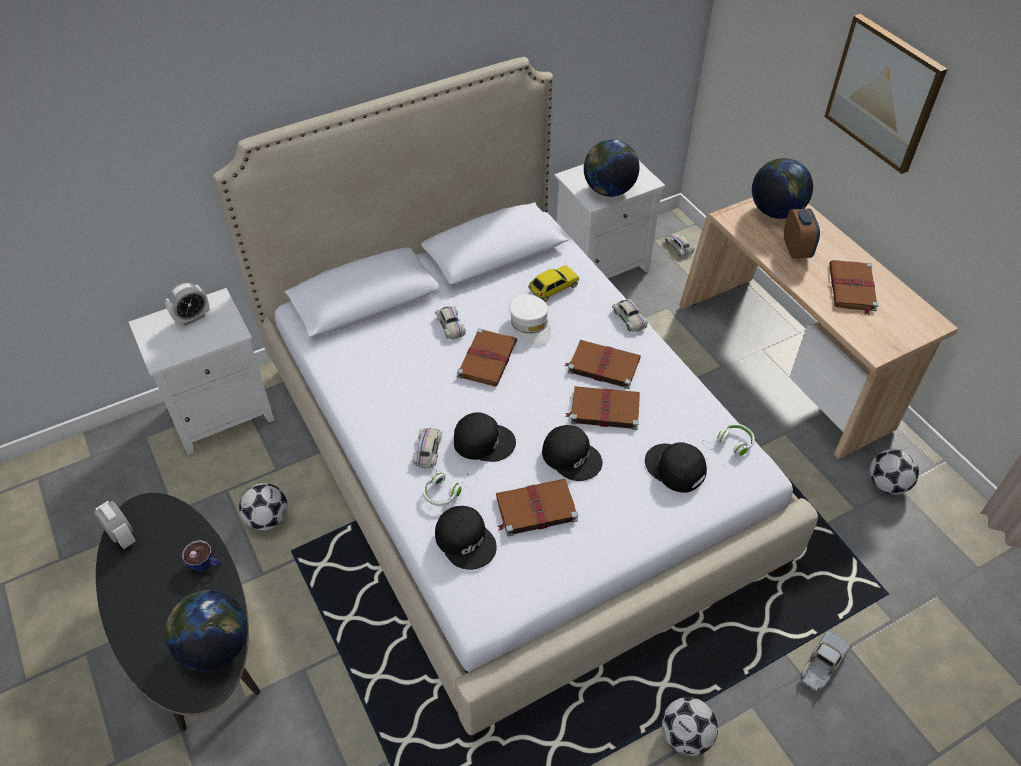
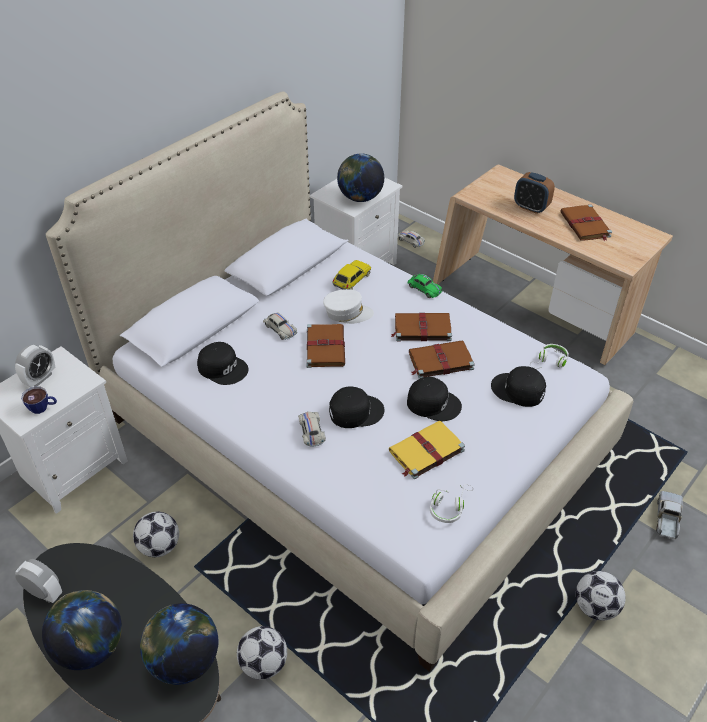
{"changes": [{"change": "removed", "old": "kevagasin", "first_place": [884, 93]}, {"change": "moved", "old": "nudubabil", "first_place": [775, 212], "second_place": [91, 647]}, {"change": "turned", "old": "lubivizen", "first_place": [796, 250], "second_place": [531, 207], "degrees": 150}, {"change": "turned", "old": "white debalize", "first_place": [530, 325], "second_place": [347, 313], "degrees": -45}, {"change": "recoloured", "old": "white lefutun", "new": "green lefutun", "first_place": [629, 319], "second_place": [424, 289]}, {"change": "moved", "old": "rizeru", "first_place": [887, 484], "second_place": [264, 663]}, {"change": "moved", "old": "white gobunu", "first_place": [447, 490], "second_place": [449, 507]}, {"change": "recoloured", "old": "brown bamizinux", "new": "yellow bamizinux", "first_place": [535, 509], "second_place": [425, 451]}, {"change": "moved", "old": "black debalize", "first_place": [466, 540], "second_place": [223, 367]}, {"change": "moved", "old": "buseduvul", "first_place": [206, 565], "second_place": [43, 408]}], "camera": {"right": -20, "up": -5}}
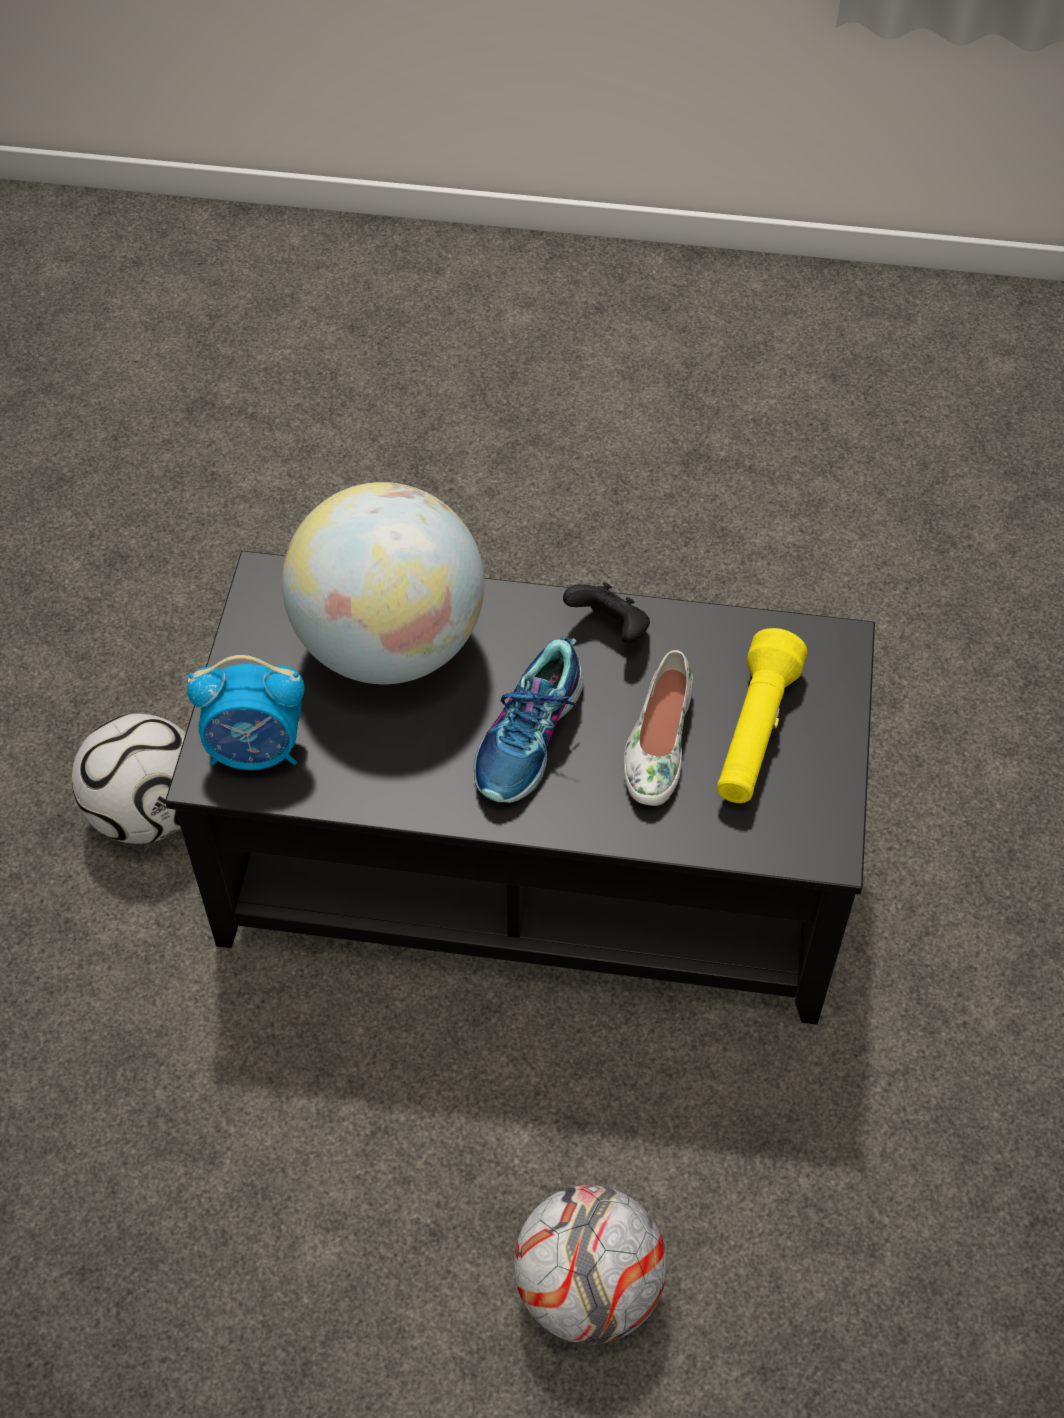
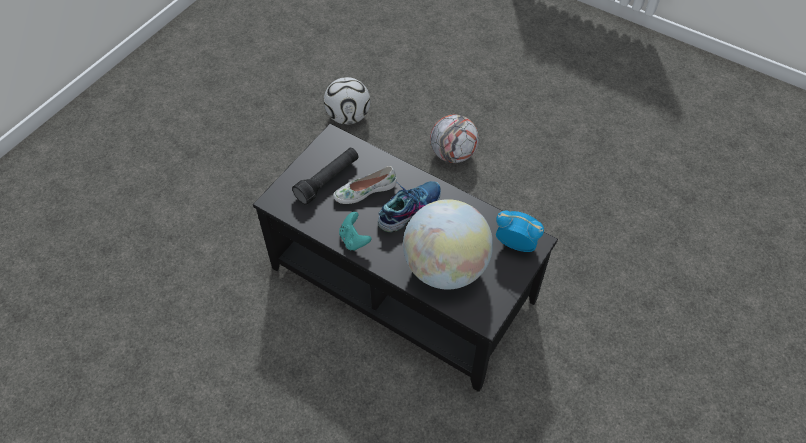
{"changes": [{"change": "recoloured", "old": "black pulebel", "new": "turquoise pulebel", "first_place": [610, 629], "second_place": [354, 240]}, {"change": "recoloured", "old": "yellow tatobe", "new": "black tatobe", "first_place": [754, 733], "second_place": [328, 180]}, {"change": "turned", "old": "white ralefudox", "first_place": [657, 743], "second_place": [365, 190], "degrees": -150}, {"change": "moved", "old": "rizeru", "first_place": [149, 812], "second_place": [348, 117]}], "camera": {"right": -155, "up": 0}}
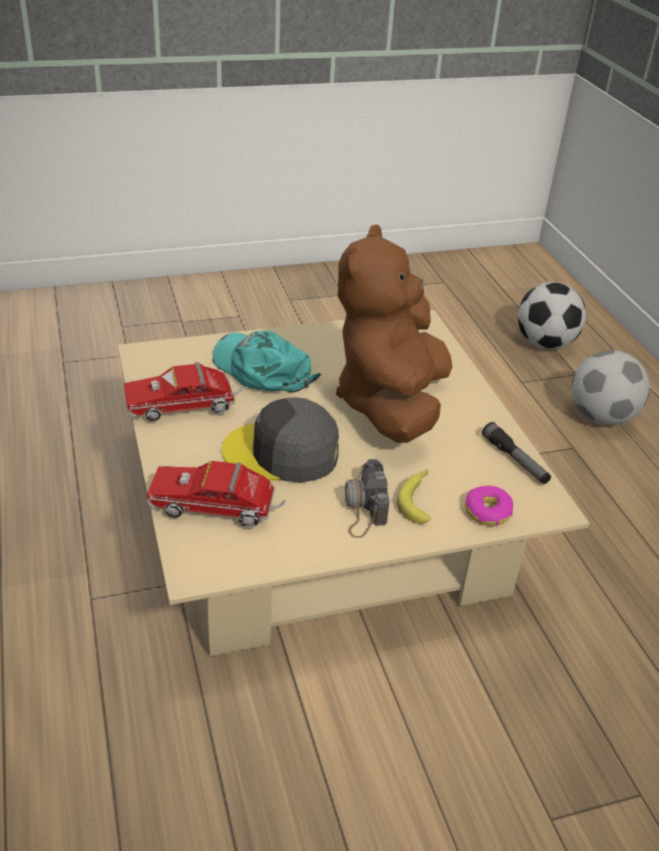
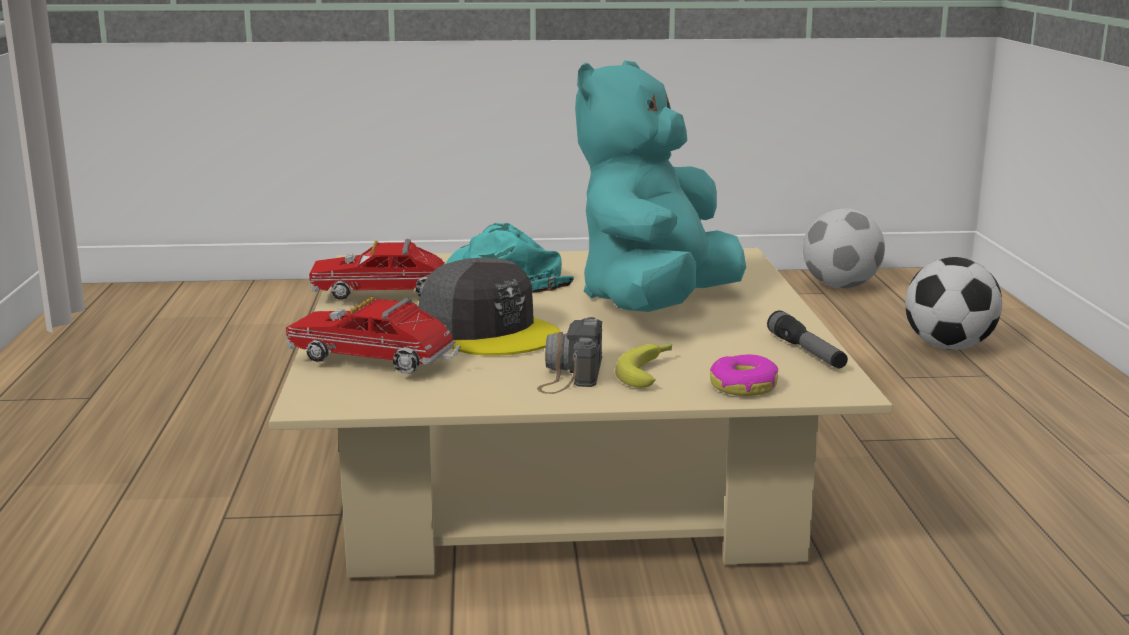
{"changes": [{"change": "recoloured", "old": "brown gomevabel", "new": "turquoise gomevabel", "first_place": [391, 404], "second_place": [656, 306]}, {"change": "moved", "old": "rizeru", "first_place": [601, 417], "second_place": [840, 286]}, {"change": "turned", "old": "grey debalize", "first_place": [282, 453], "second_place": [488, 331], "degrees": -150}], "camera": {"right": 15, "up": -20}}
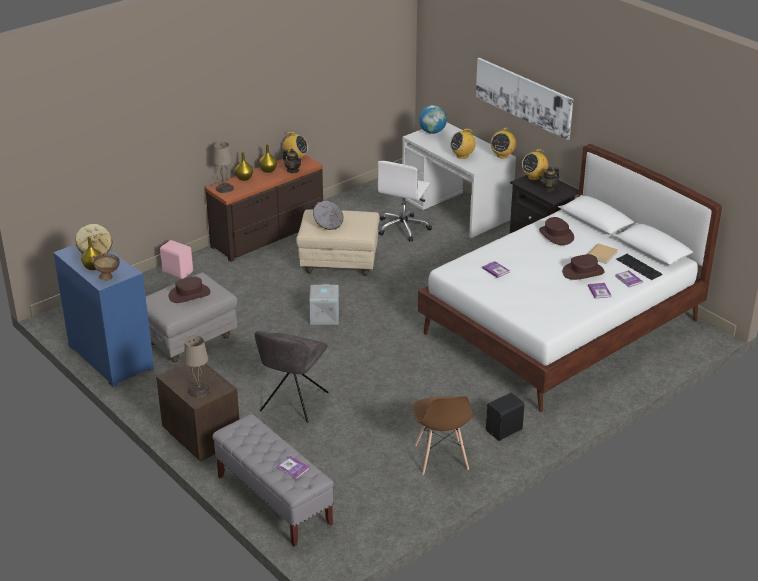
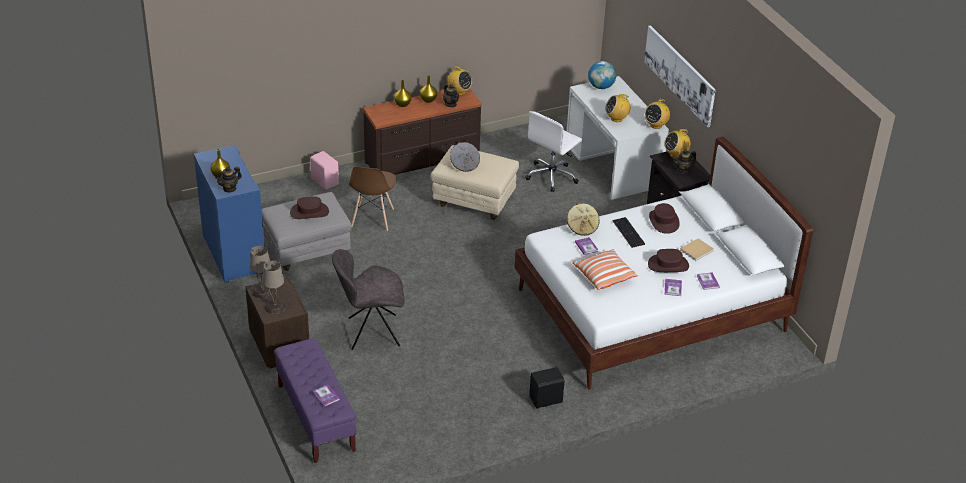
{"changes": [{"change": "moved", "old": "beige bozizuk", "first_place": [224, 188], "second_place": [262, 292]}, {"change": "moved", "old": "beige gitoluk", "first_place": [95, 250], "second_place": [582, 227]}, {"change": "replaced", "old": "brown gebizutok", "new": "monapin", "first_place": [109, 277], "second_place": [229, 188]}, {"change": "moved", "old": "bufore", "first_place": [639, 267], "second_place": [629, 233]}, {"change": "removed", "old": "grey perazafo", "first_place": [324, 316]}, {"change": "turned", "old": "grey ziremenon", "first_place": [293, 403], "second_place": [371, 332], "degrees": 45}, {"change": "moved", "old": "brown ziremenon", "first_place": [441, 457], "second_place": [372, 218]}, {"change": "recoloured", "old": "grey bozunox", "new": "purple bozunox", "first_place": [274, 500], "second_place": [316, 418]}, {"change": "added", "new": "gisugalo", "second_place": [604, 276]}], "camera": {"right": 15, "up": 5}}
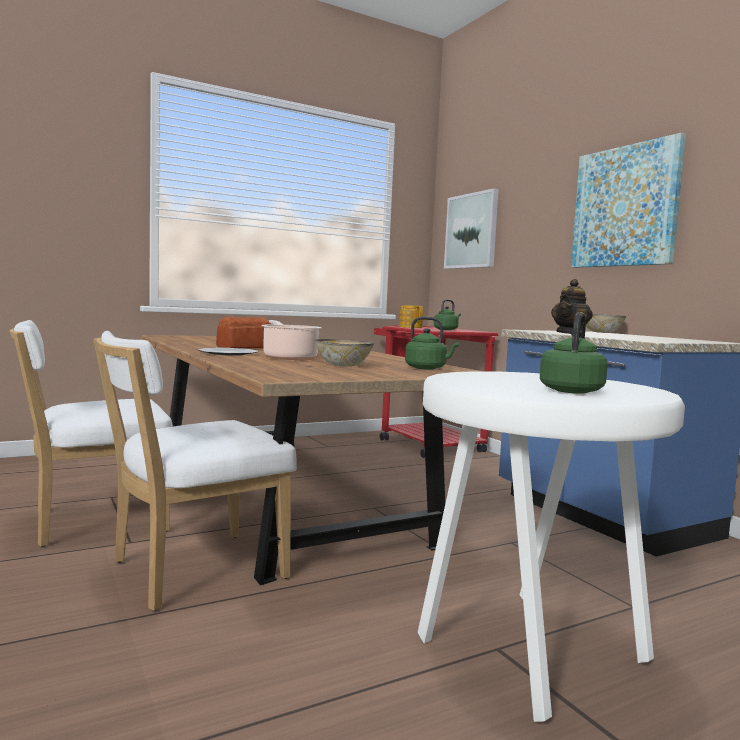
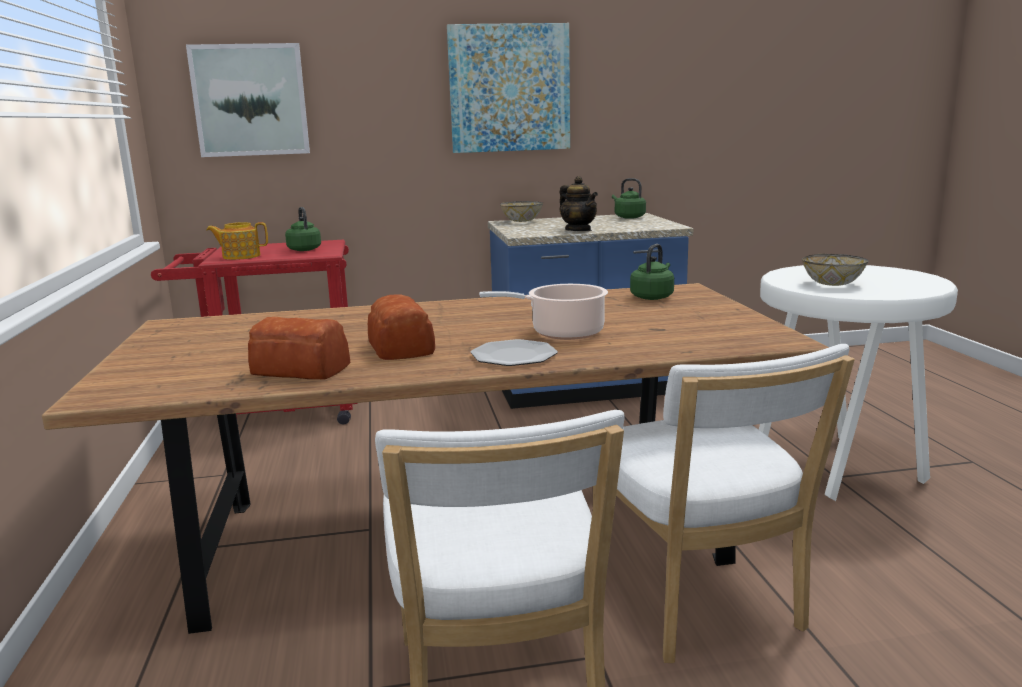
{"changes": [{"change": "moved", "old": "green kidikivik", "first_place": [572, 390], "second_place": [628, 217]}, {"change": "moved", "old": "gebizutok", "first_place": [344, 365], "second_place": [832, 284]}, {"change": "added", "new": "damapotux", "second_place": [302, 370]}], "camera": {"right": -70, "up": 10}}
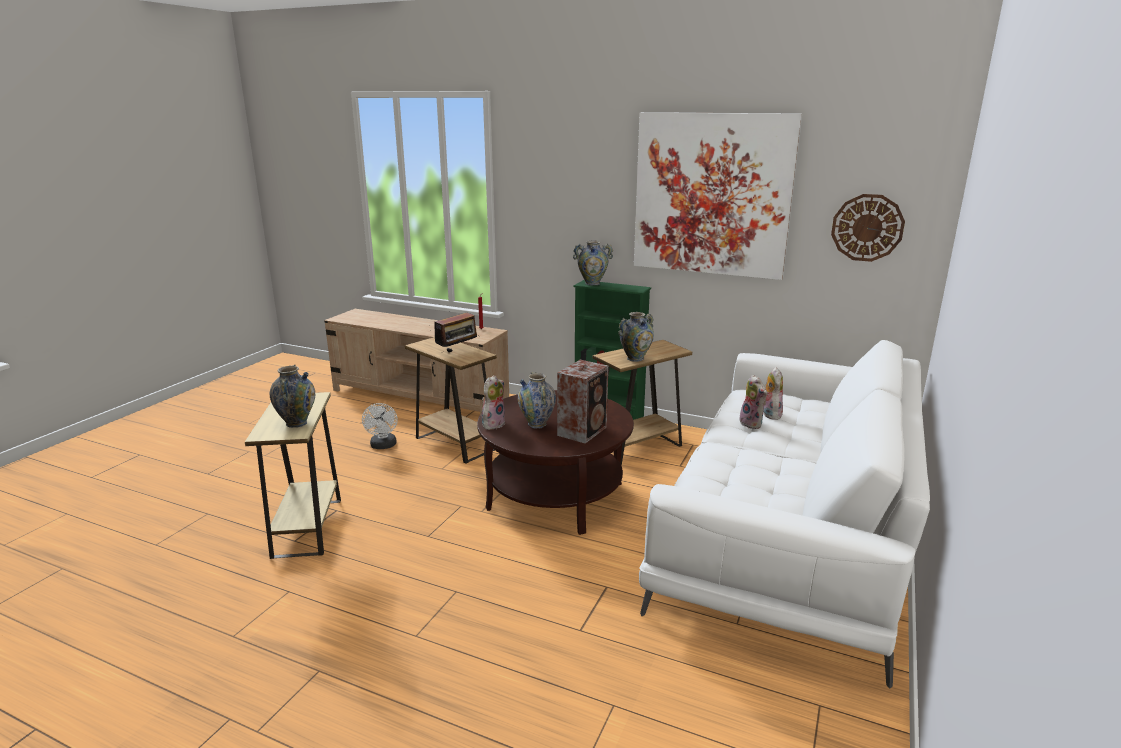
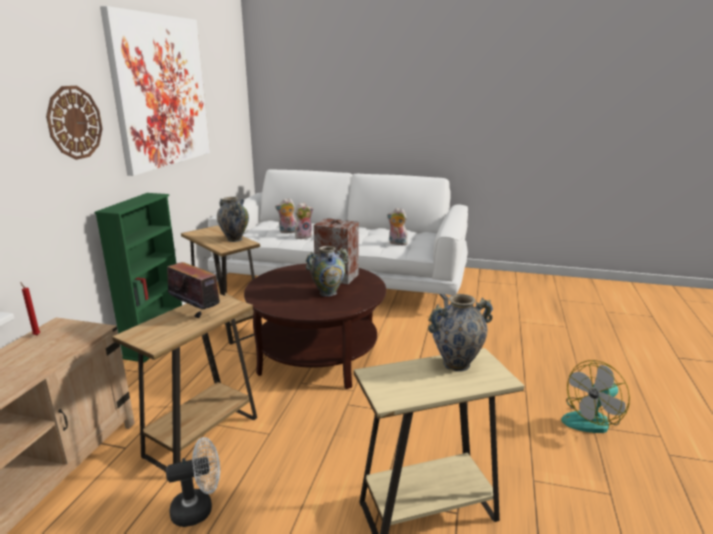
{"changes": [{"change": "moved", "old": "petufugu", "first_place": [867, 227], "second_place": [74, 122]}, {"change": "removed", "old": "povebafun", "first_place": [592, 283]}, {"change": "moved", "old": "gomevabel", "first_place": [493, 423], "second_place": [397, 243]}, {"change": "added", "new": "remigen", "second_place": [592, 419]}], "camera": {"right": -100, "up": 0}}
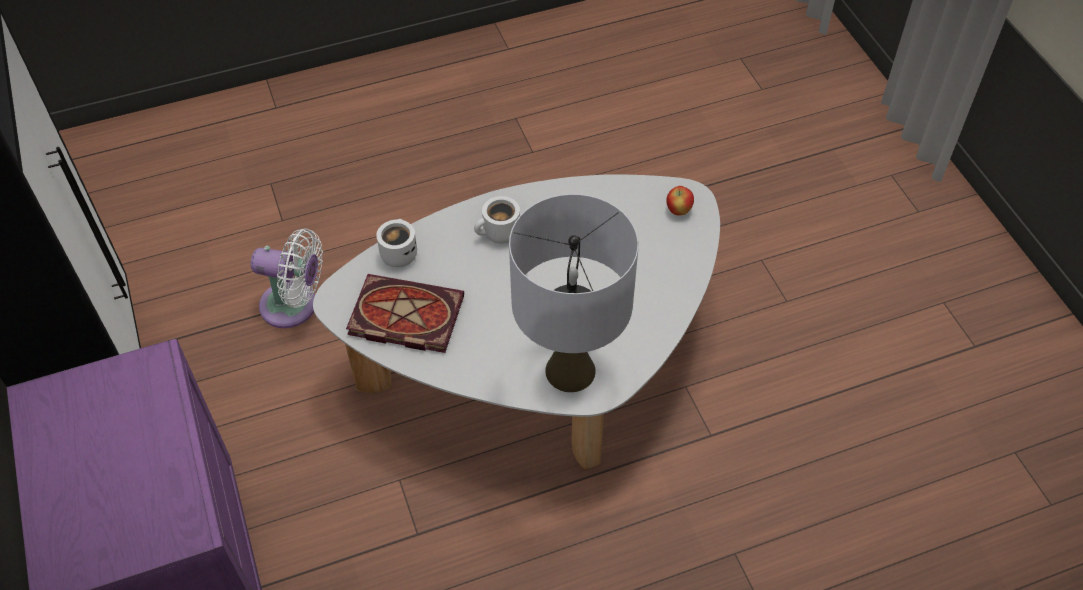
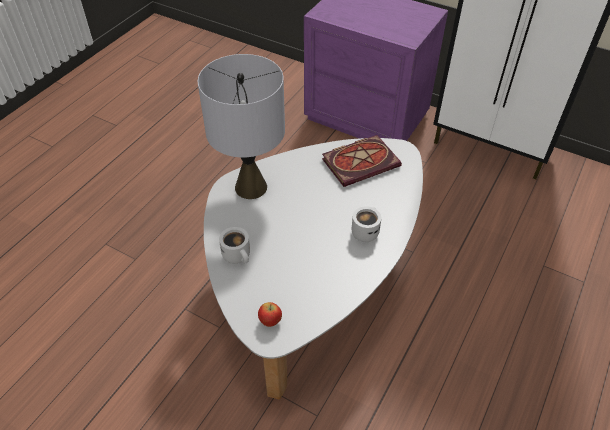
{"changes": [{"change": "moved", "old": "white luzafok", "first_place": [398, 252], "second_place": [238, 255]}, {"change": "removed", "old": "white remigen", "first_place": [294, 306]}], "camera": {"right": 140, "up": -5}}
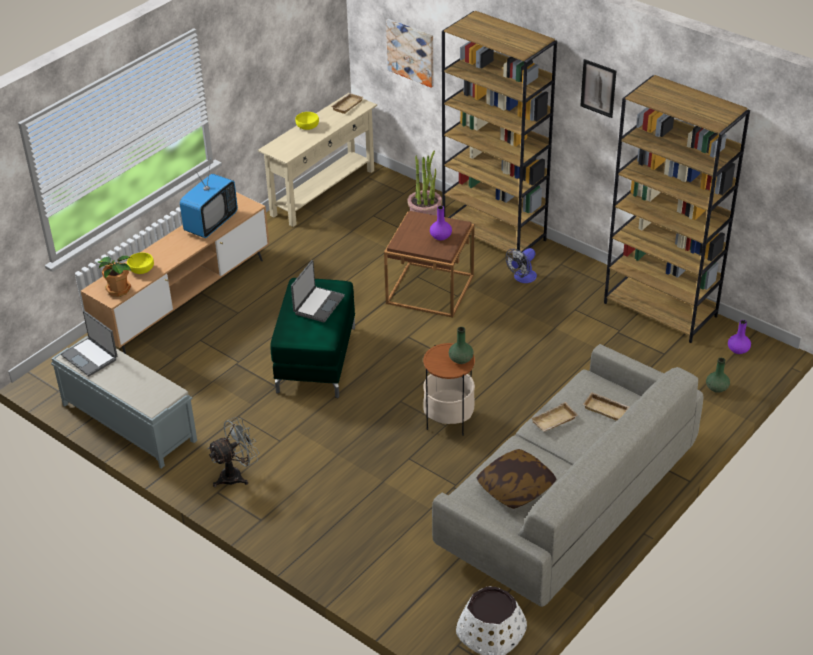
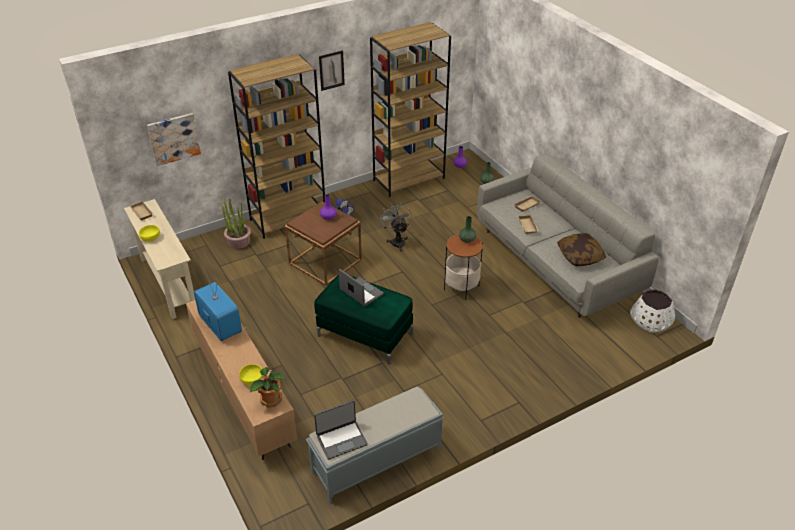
{"changes": [{"change": "moved", "old": "grey remigen", "first_place": [236, 475], "second_place": [397, 241]}], "camera": {"right": -70, "up": 0}}
